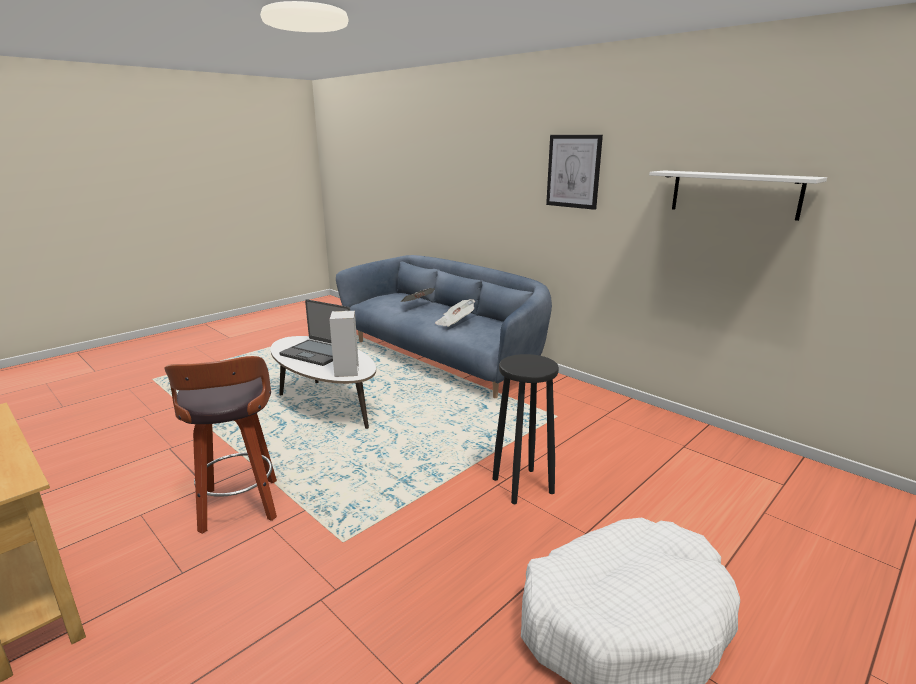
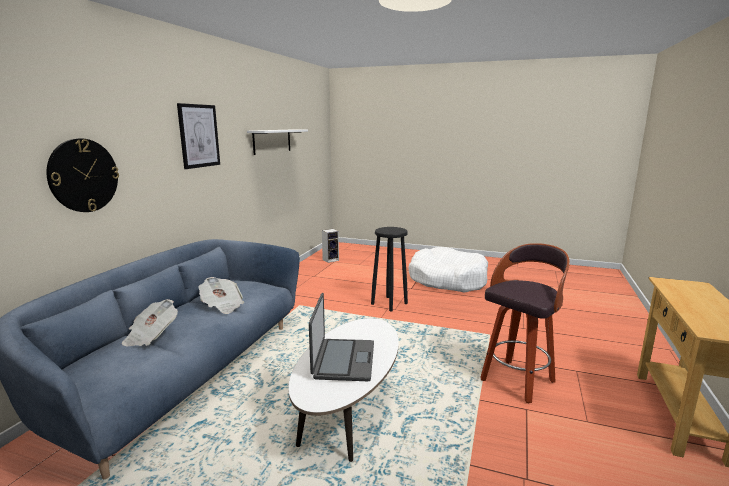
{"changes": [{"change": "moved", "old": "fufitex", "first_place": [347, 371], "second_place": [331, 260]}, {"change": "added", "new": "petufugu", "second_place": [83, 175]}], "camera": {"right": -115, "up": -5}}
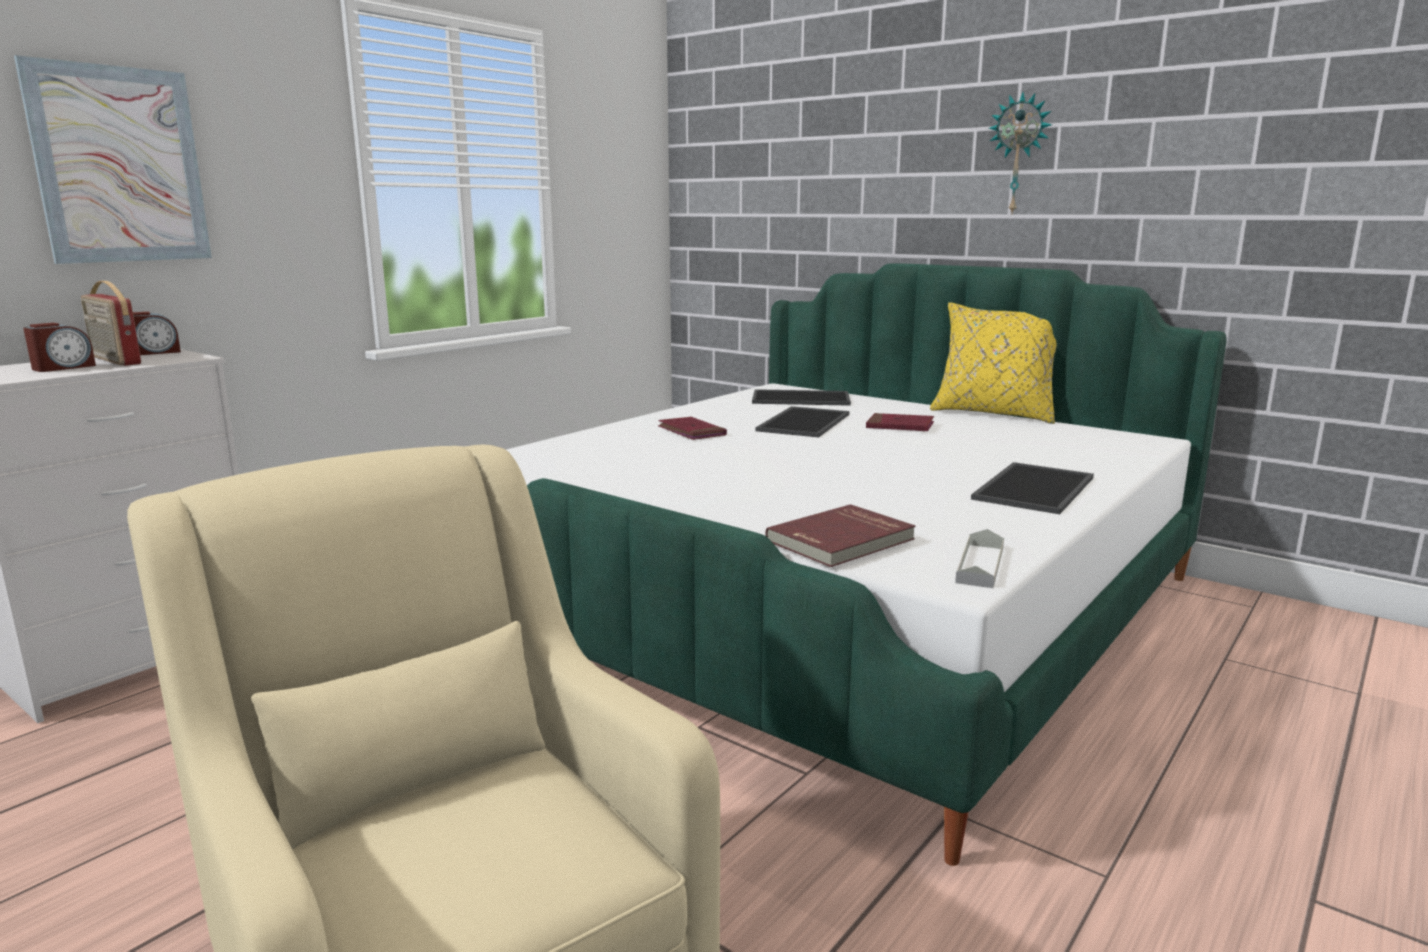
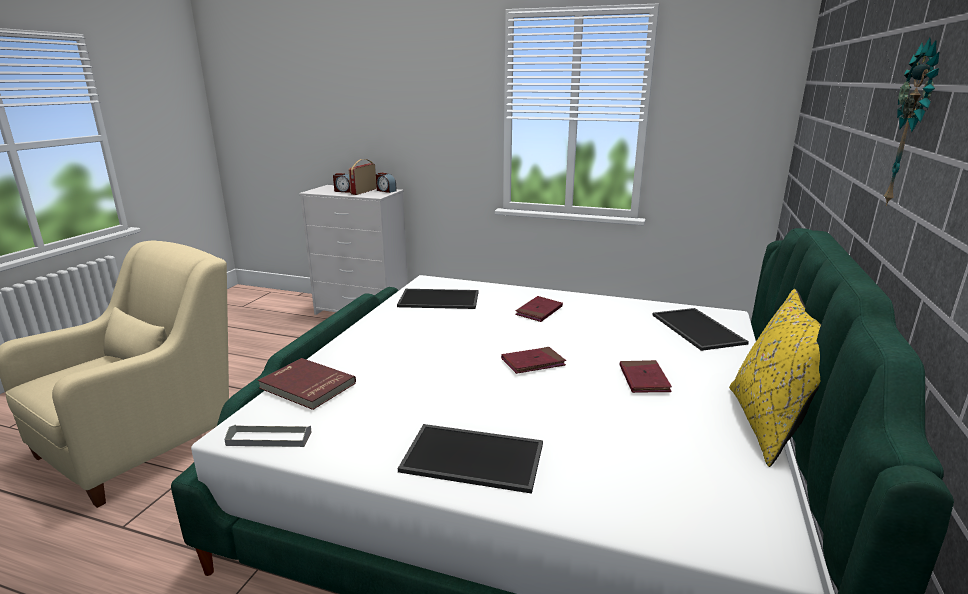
{"changes": [{"change": "removed", "old": "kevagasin", "first_place": [120, 165]}, {"change": "moved", "old": "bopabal", "first_place": [802, 422], "second_place": [440, 299]}, {"change": "added", "new": "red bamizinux", "second_place": [533, 363]}], "camera": {"right": 70, "up": 5}}
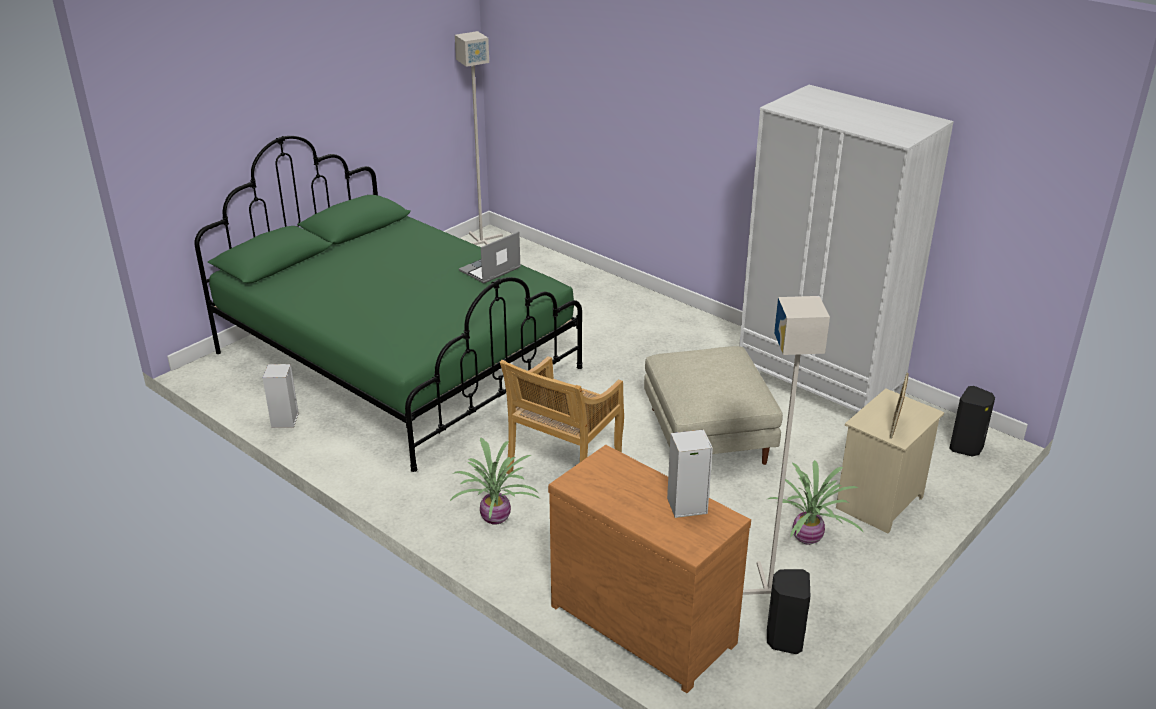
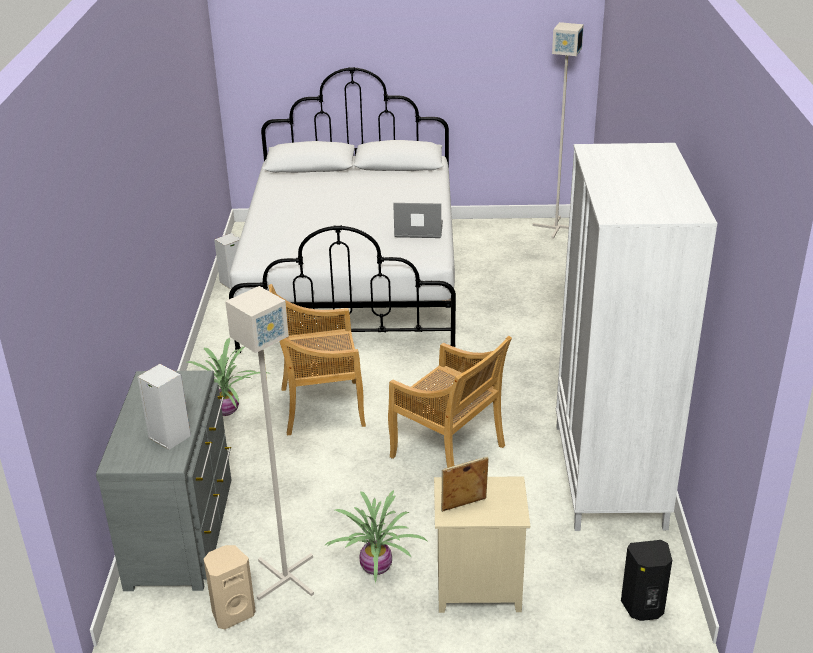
{"changes": [{"change": "recoloured", "old": "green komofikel", "new": "white komofikel", "first_place": [397, 360], "second_place": [353, 280]}, {"change": "replaced", "old": "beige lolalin", "new": "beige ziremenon", "first_place": [708, 436], "second_place": [449, 453]}, {"change": "recoloured", "old": "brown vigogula", "new": "grey vigogula", "first_place": [644, 621], "second_place": [183, 532]}, {"change": "recoloured", "old": "black fufitex", "new": "beige fufitex", "first_place": [784, 639], "second_place": [232, 613]}], "camera": {"right": 50, "up": 0}}
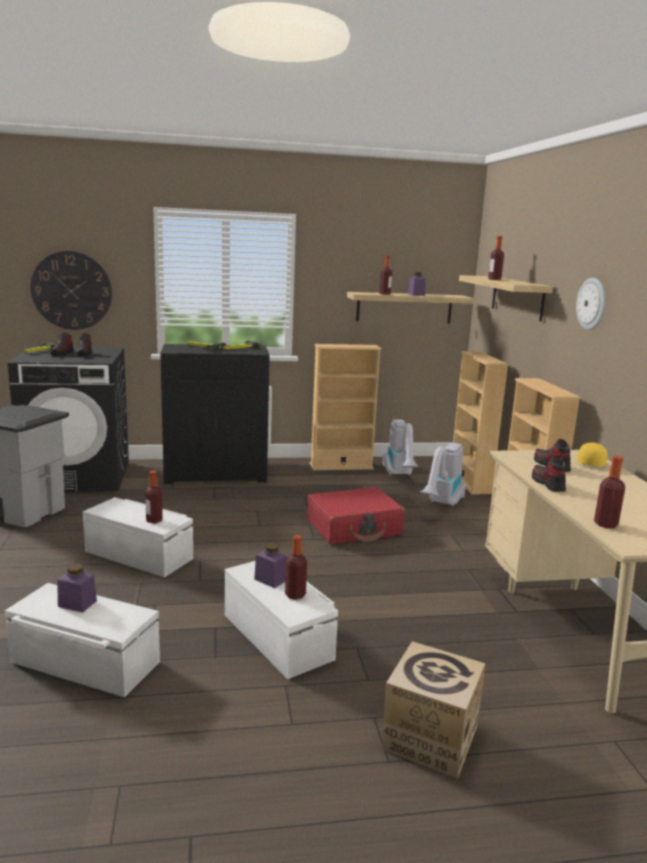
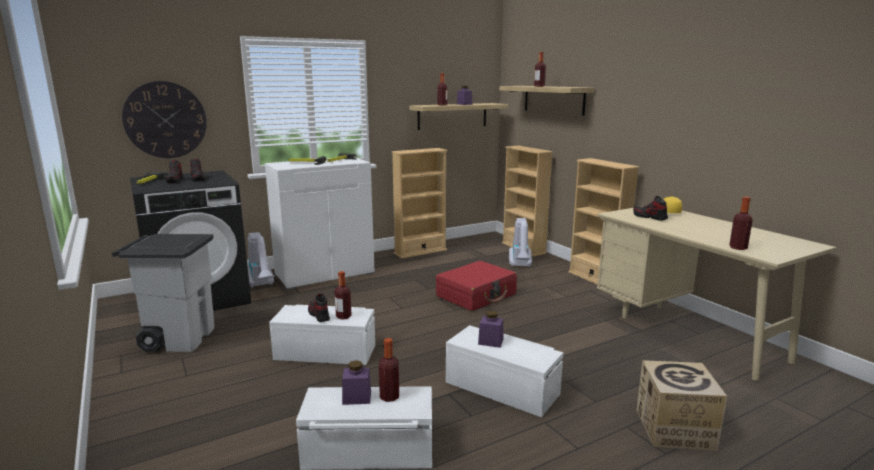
{"changes": [{"change": "removed", "old": "petufugu", "first_place": [592, 304]}, {"change": "recoloured", "old": "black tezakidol", "new": "white tezakidol", "first_place": [216, 473], "second_place": [325, 274]}, {"change": "moved", "old": "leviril", "first_place": [400, 475], "second_place": [262, 286]}, {"change": "moved", "old": "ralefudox", "first_place": [548, 484], "second_place": [319, 315]}, {"change": "moved", "old": "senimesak", "first_place": [295, 595], "second_place": [389, 397]}], "camera": {"right": -20, "up": 0}}
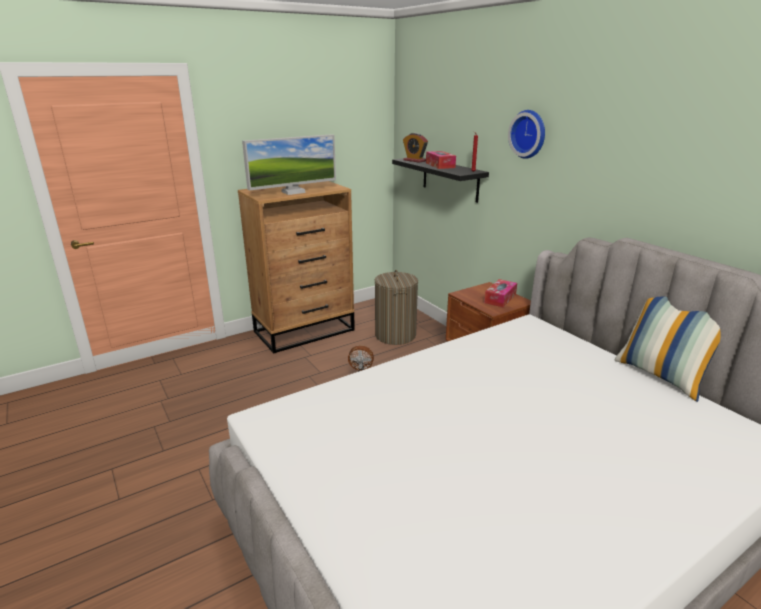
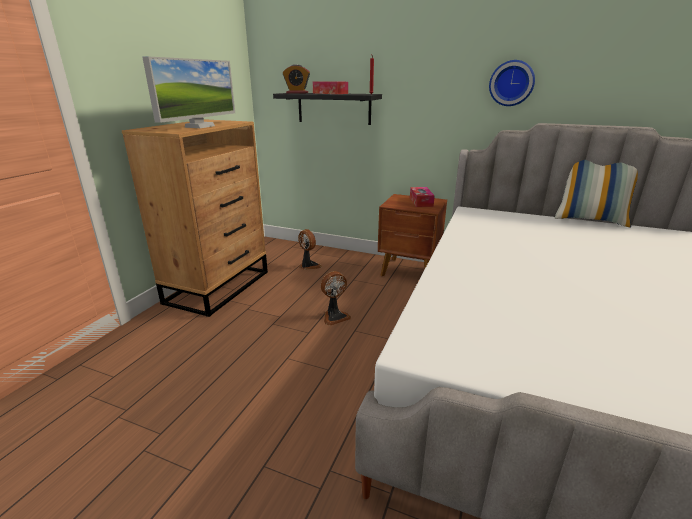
{"changes": [{"change": "moved", "old": "petufugu", "first_place": [529, 134], "second_place": [511, 83]}, {"change": "replaced", "old": "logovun", "new": "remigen", "first_place": [395, 335], "second_place": [308, 266]}], "camera": {"right": -35, "up": 0}}
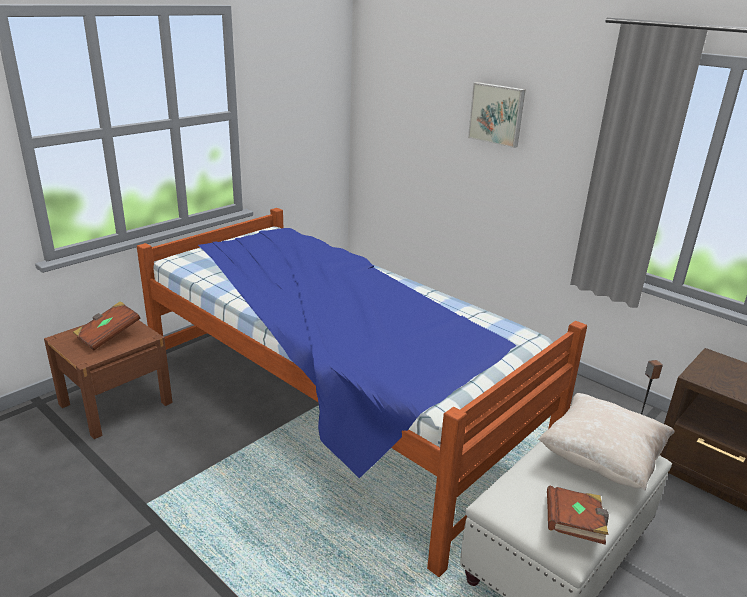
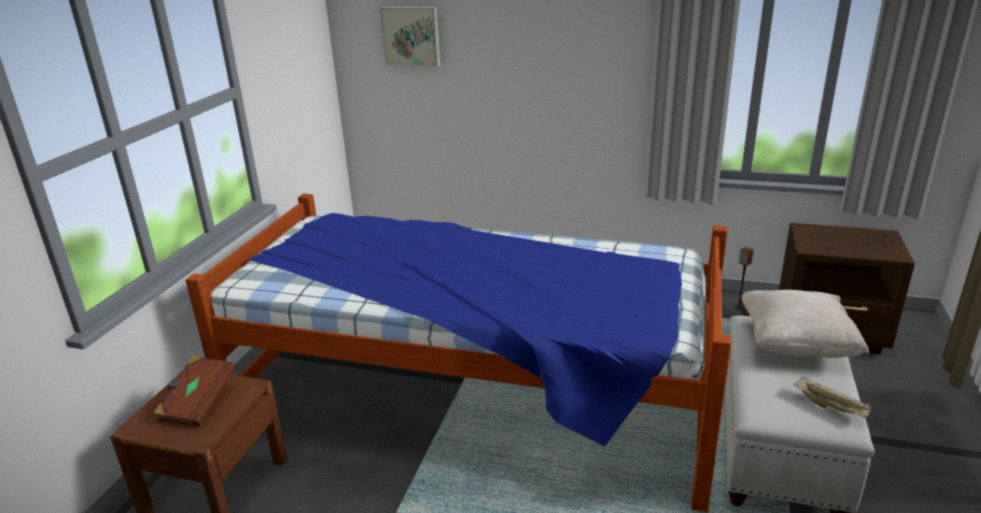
{"changes": [{"change": "moved", "old": "kevagasin", "first_place": [497, 114], "second_place": [411, 36]}, {"change": "replaced", "old": "brown bamizinux", "new": "beige bopabal", "first_place": [574, 526], "second_place": [831, 407]}], "camera": {"right": -25, "up": 0}}
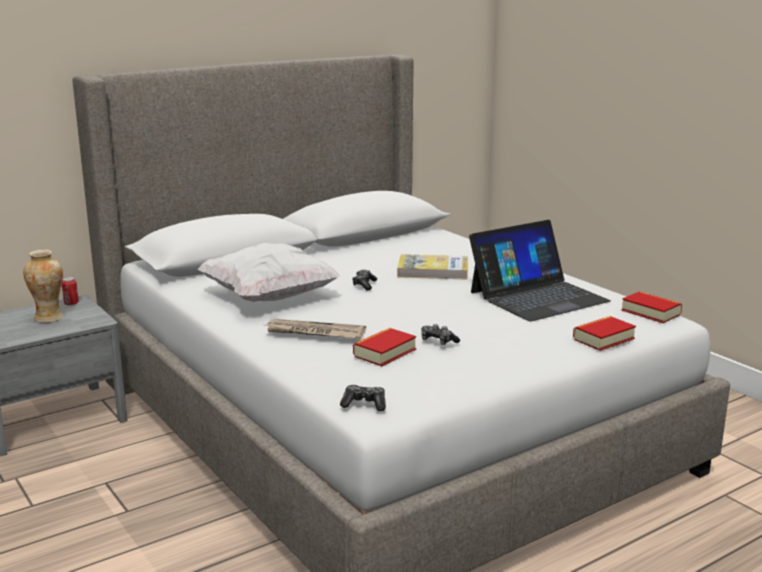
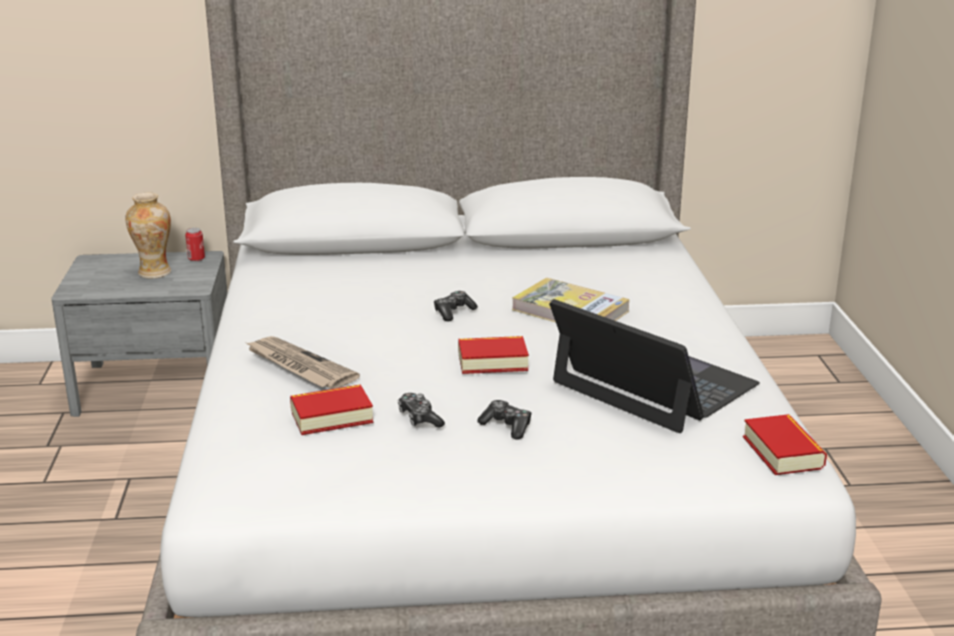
{"changes": [{"change": "turned", "old": "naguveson", "first_place": [538, 296], "second_place": [653, 384], "degrees": -135}, {"change": "removed", "old": "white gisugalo", "first_place": [270, 298]}, {"change": "moved", "old": "bamizinux", "first_place": [603, 339], "second_place": [492, 362]}, {"change": "moved", "old": "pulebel", "first_place": [364, 404], "second_place": [507, 426]}], "camera": {"right": 30, "up": 5}}
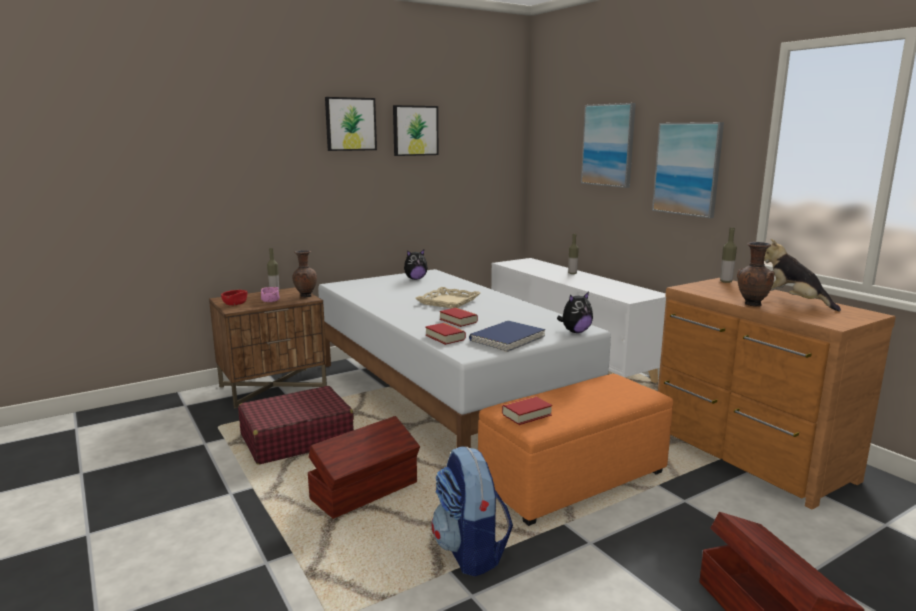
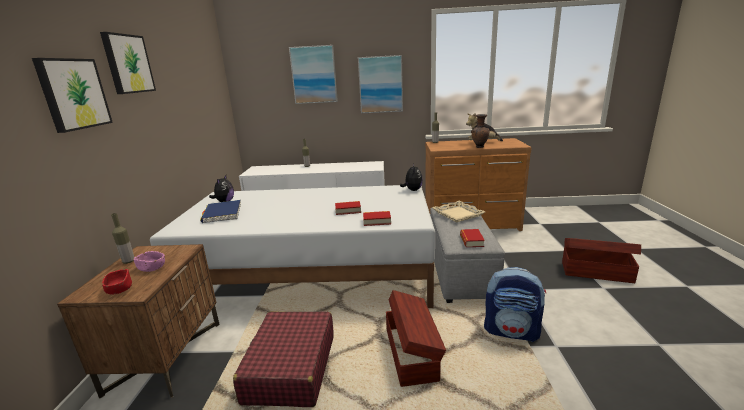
{"changes": [{"change": "moved", "old": "kevagasin", "first_place": [415, 130], "second_place": [73, 94]}, {"change": "removed", "old": "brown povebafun", "first_place": [305, 296]}, {"change": "moved", "old": "beige bopabal", "first_place": [448, 302], "second_place": [458, 214]}, {"change": "moved", "old": "blue bamizinux", "first_place": [507, 339], "second_place": [222, 213]}, {"change": "recoloured", "old": "orange lolalin", "new": "grey lolalin", "first_place": [575, 481], "second_place": [460, 271]}], "camera": {"right": -55, "up": 5}}
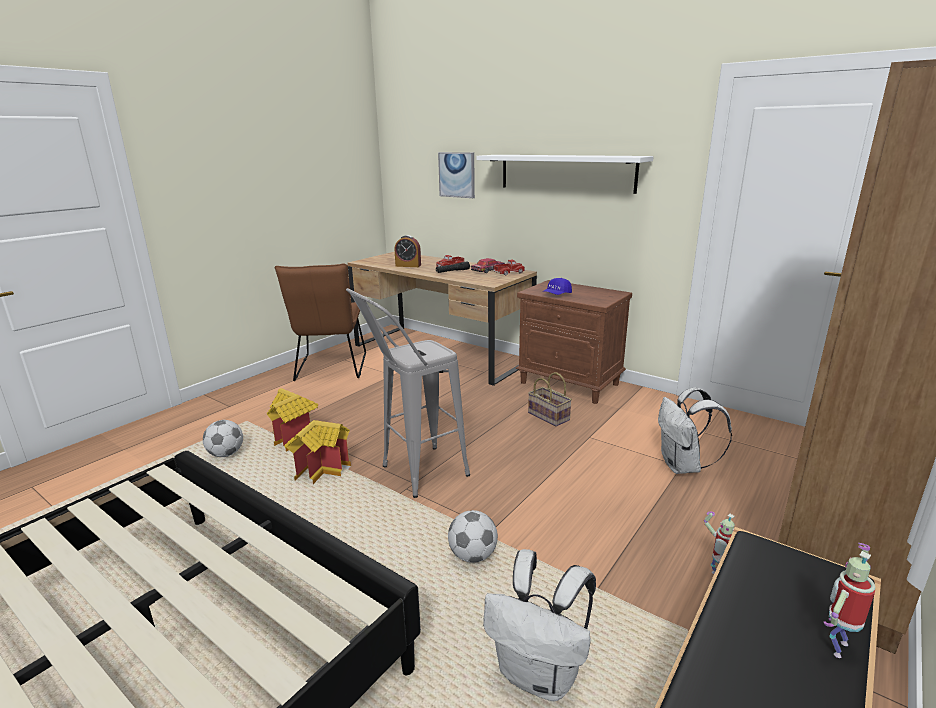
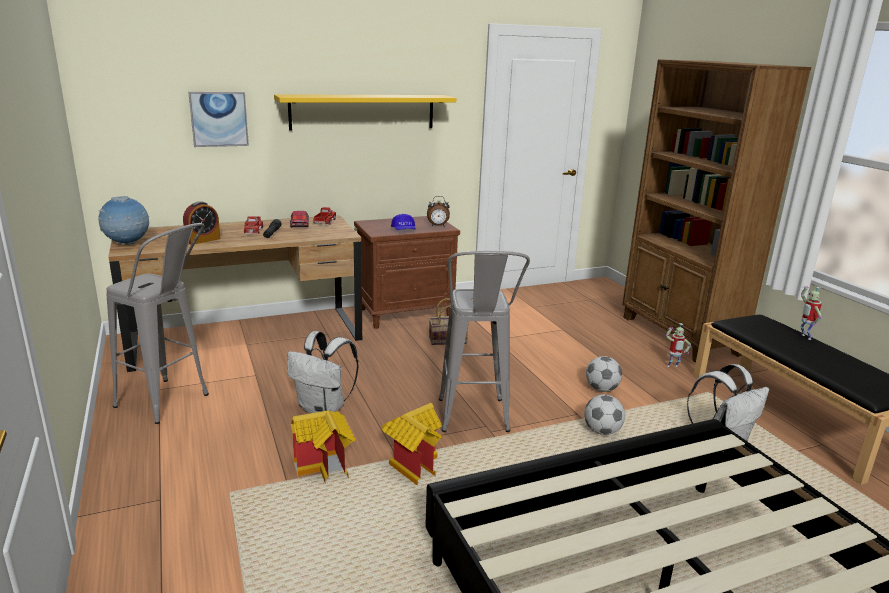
{"changes": [{"change": "recoloured", "old": "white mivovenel", "new": "yellow mivovenel", "first_place": [566, 172], "second_place": [363, 112]}, {"change": "replaced", "old": "brown ziremenon", "new": "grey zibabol", "first_place": [330, 369], "second_place": [171, 404]}, {"change": "moved", "old": "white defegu", "first_place": [683, 466], "second_place": [324, 409]}, {"change": "moved", "old": "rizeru", "first_place": [226, 454], "second_place": [601, 389]}, {"change": "added", "new": "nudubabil", "second_place": [127, 244]}, {"change": "added", "new": "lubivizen", "second_place": [438, 226]}], "camera": {"right": -60, "up": 0}}
